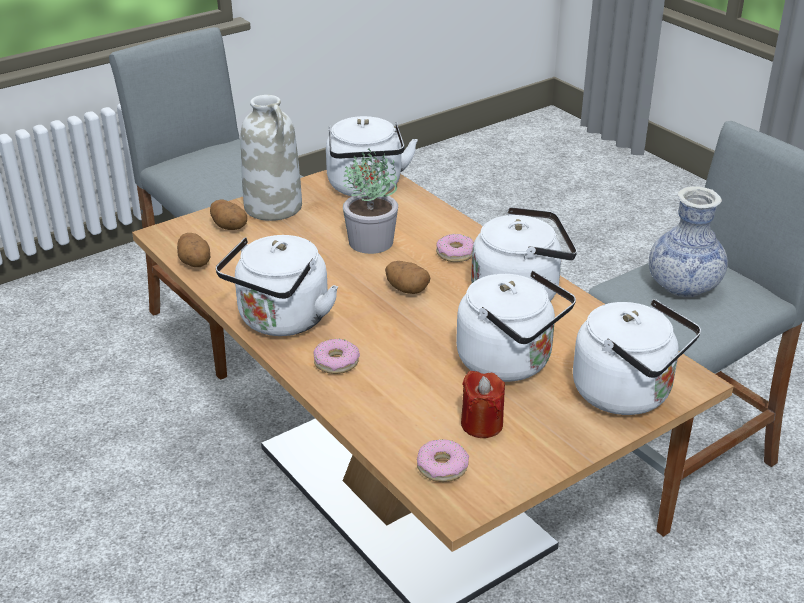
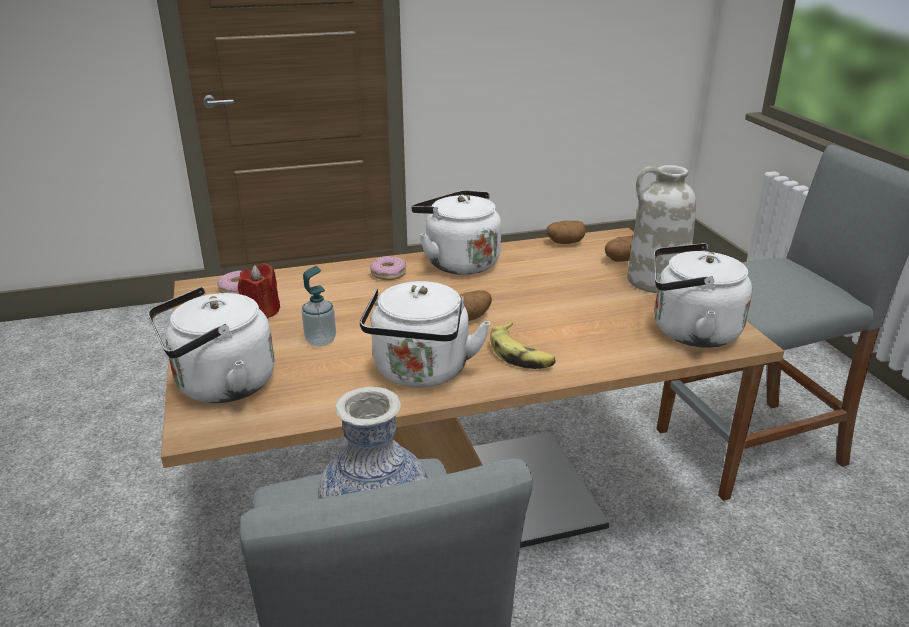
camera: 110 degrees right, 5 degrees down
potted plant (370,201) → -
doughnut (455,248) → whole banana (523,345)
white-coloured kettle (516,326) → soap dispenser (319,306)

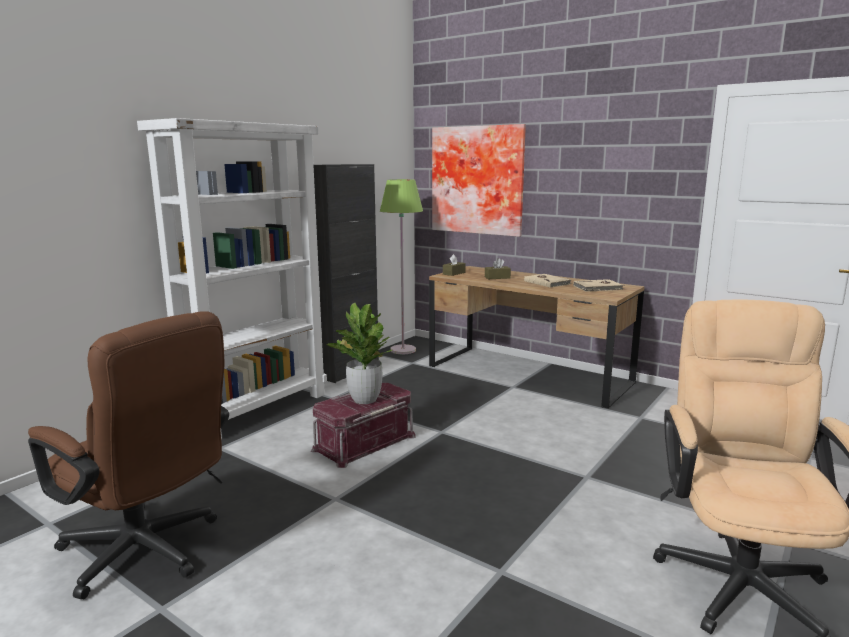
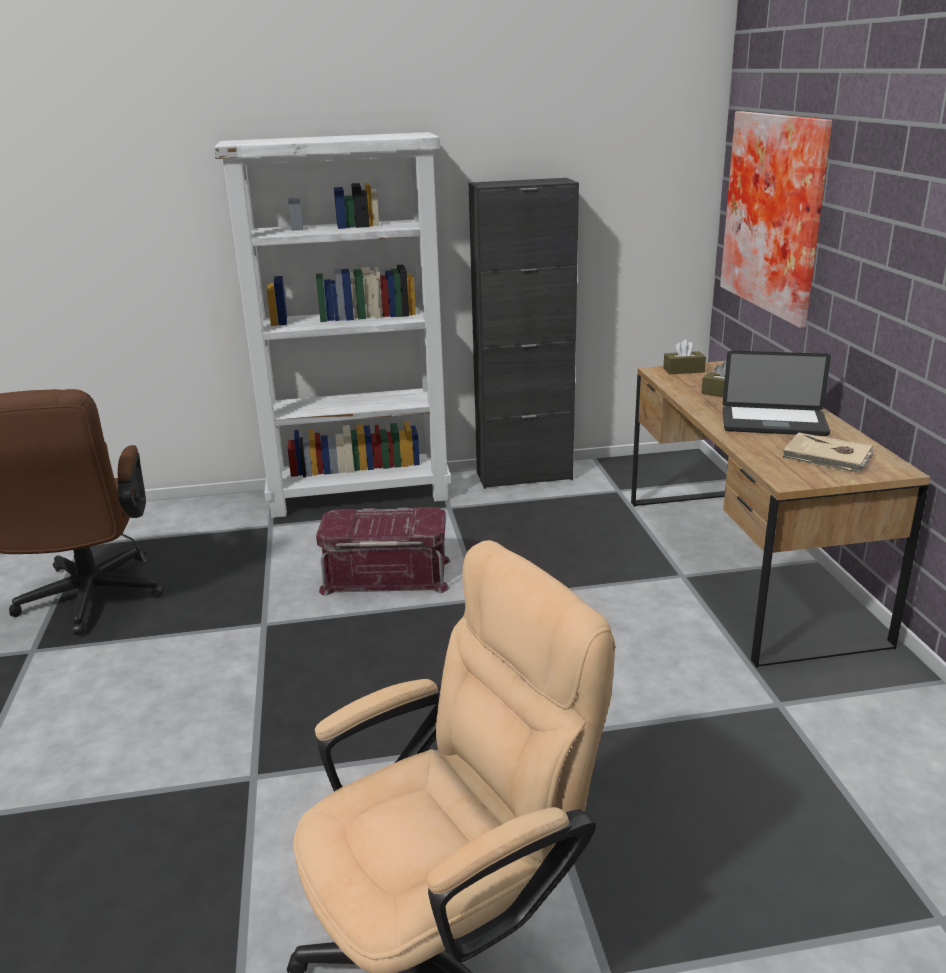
camera: 45 degrees right, 10 degrees up
potted plant (359,353) → -
green-coloured standing lamp (401,266) → -
beige-coloured bound book (547,281) → laptop (777,393)

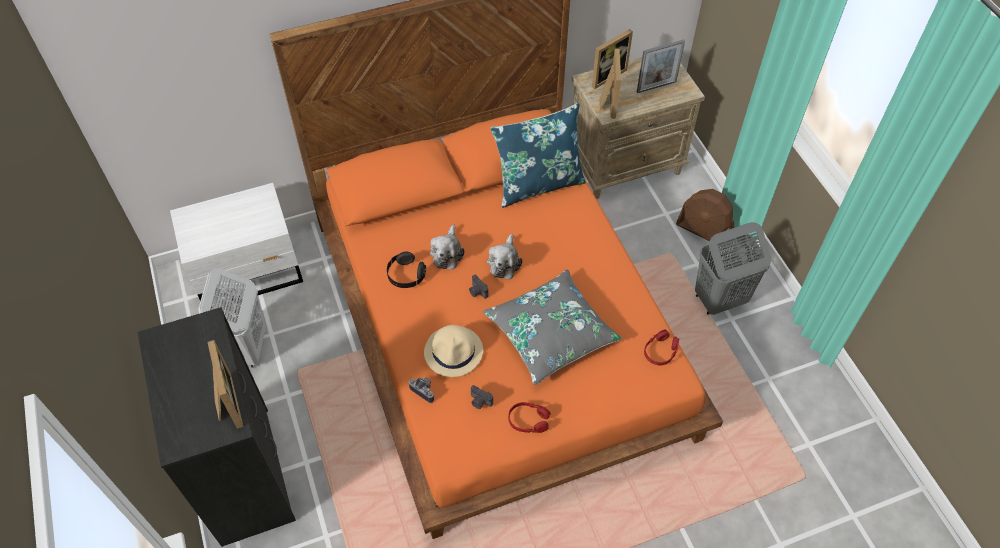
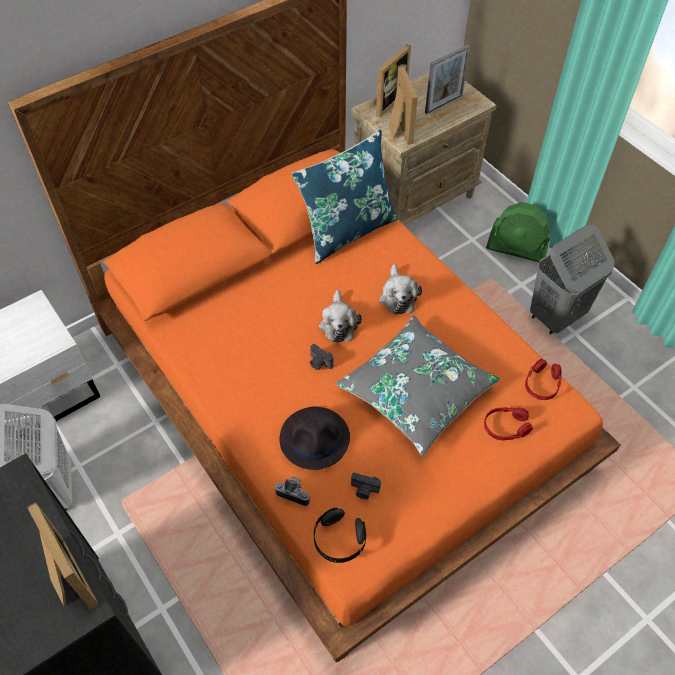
camera: 15 degrees left, 0 degrees up
black-coloured headphones (406,269) → black-coloured headphones (340,535), shifted
soft toy (447,247) → soft toy (400,289), shifted
red-coloured headphones (529,417) → red-coloured headphones (508,423), shifted
beige-coloured clothing hat (453,351) → black-coloured clothing hat (314,438)
brown electric fan (705,218) → green-coloured electric fan (518,232)

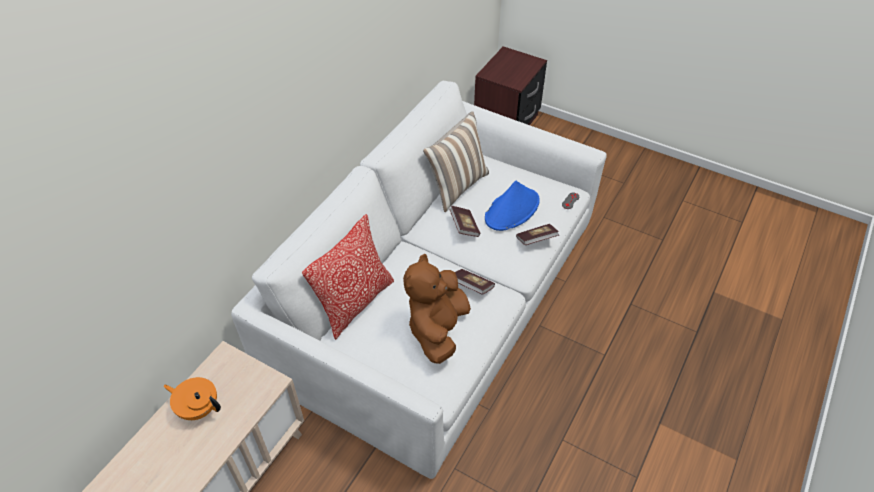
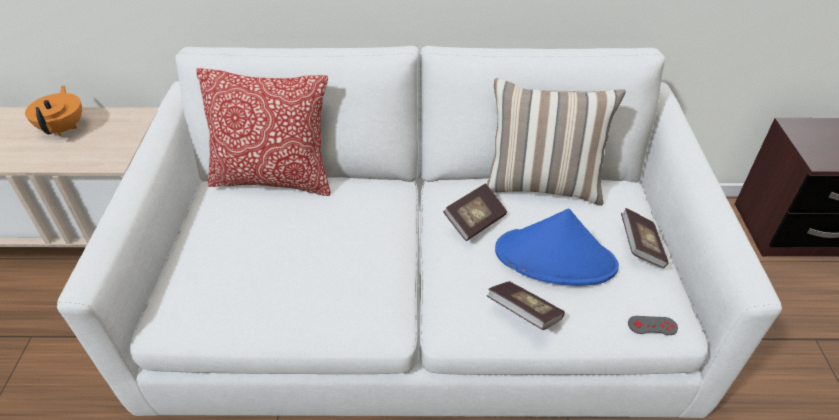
camera: 60 degrees right, 5 degrees down
brown soft toy (437,309) → -
bound book (475,282) → bound book (645,238), shifted

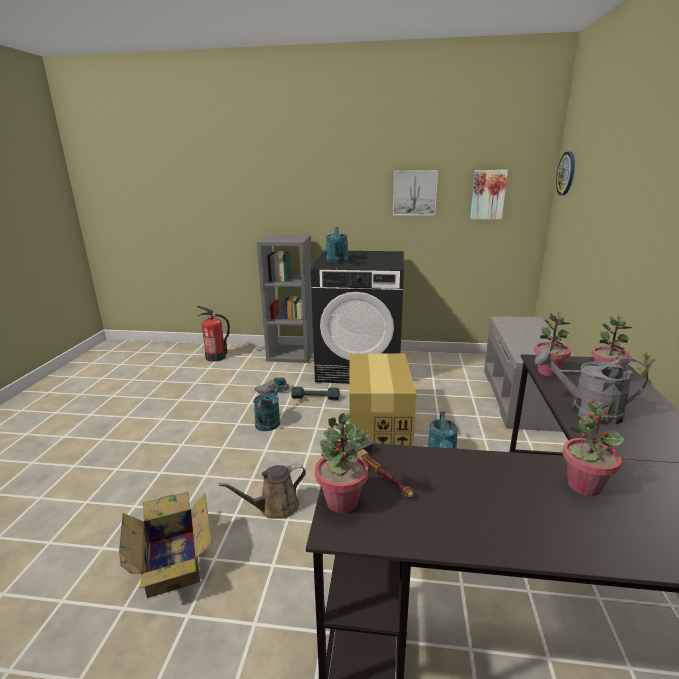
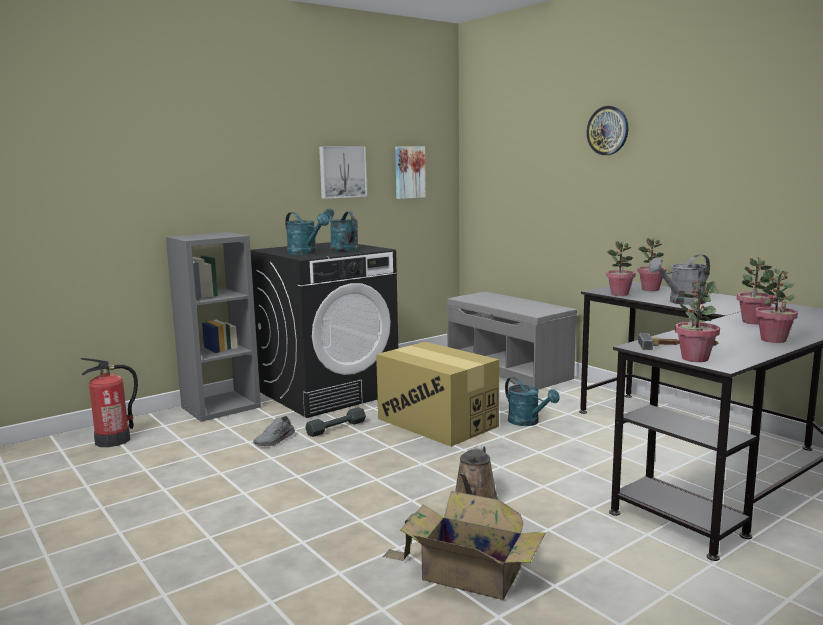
camera: 45 degrees left, 10 degrees down
- → potted plant (776,305)
turquoise-coloured watering can (269,404) → turquoise-coloured watering can (341,230), shifted
wall clock (565,173) → wall clock (608,130), shifted

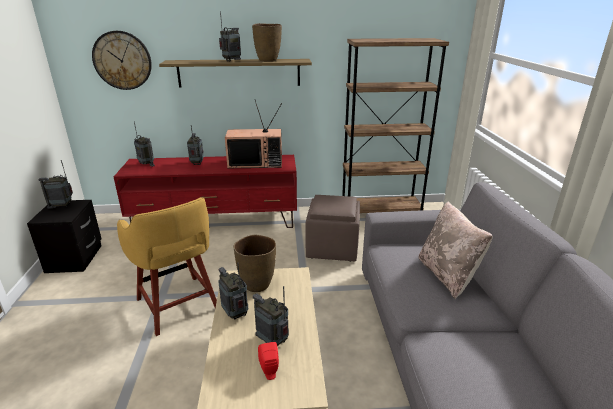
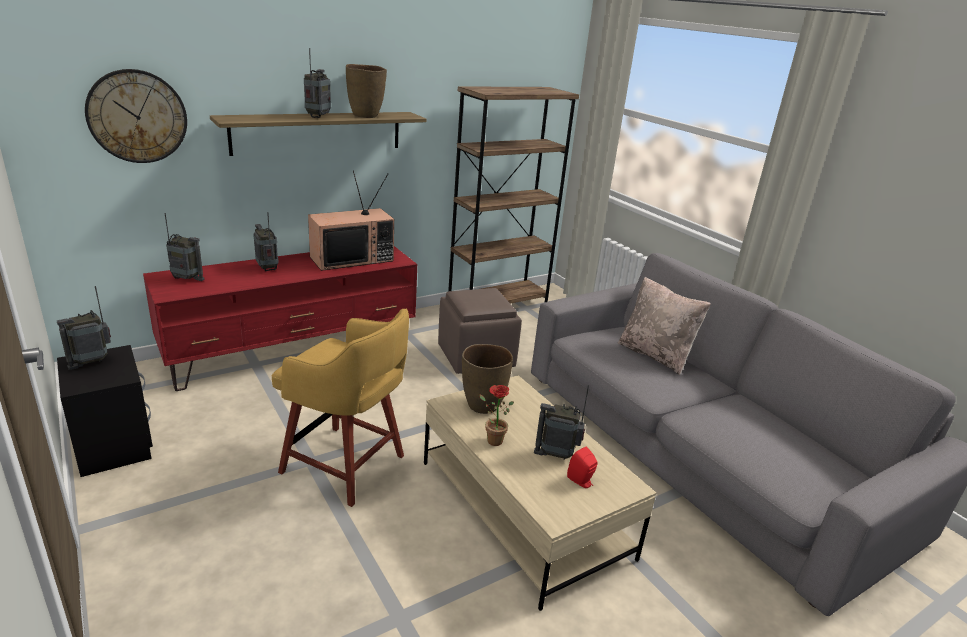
camera: 30 degrees left, 0 degrees up
radio set (233,291) → potted plant (496,415)

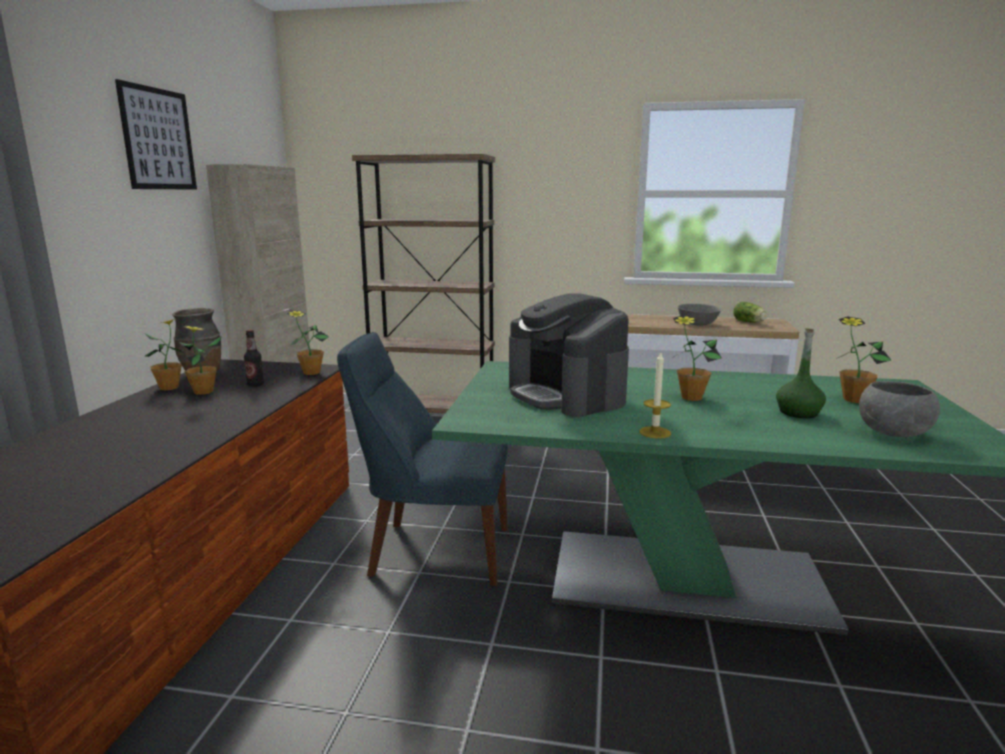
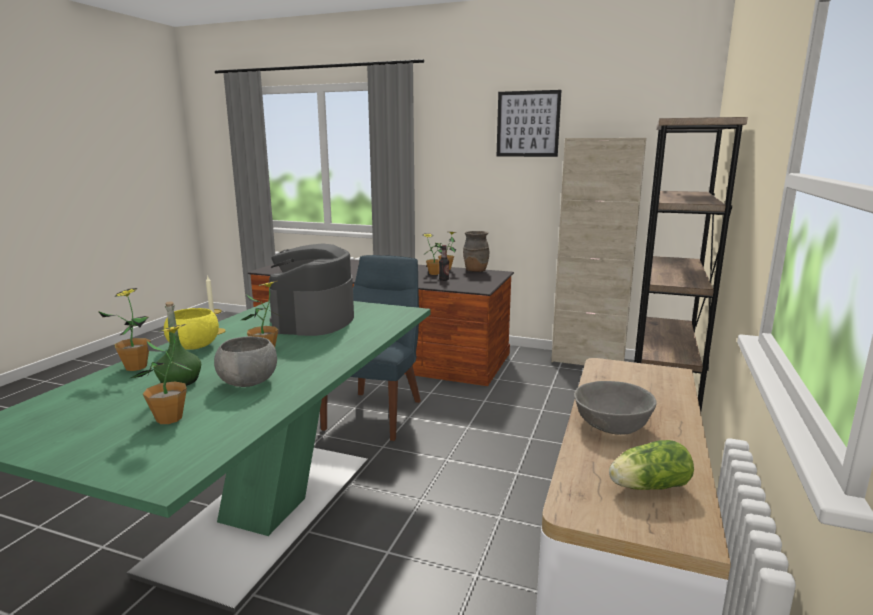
camera: 100 degrees right, 0 degrees up
- → yellow-coloured serving bowl (191,329)
potted plant (308,343) → potted plant (124,329), shifted
grey serving bowl (899,409) → grey serving bowl (245,361), shifted
coffee brewer (569,355) → coffee brewer (311,289), 60 degrees counterclockwise

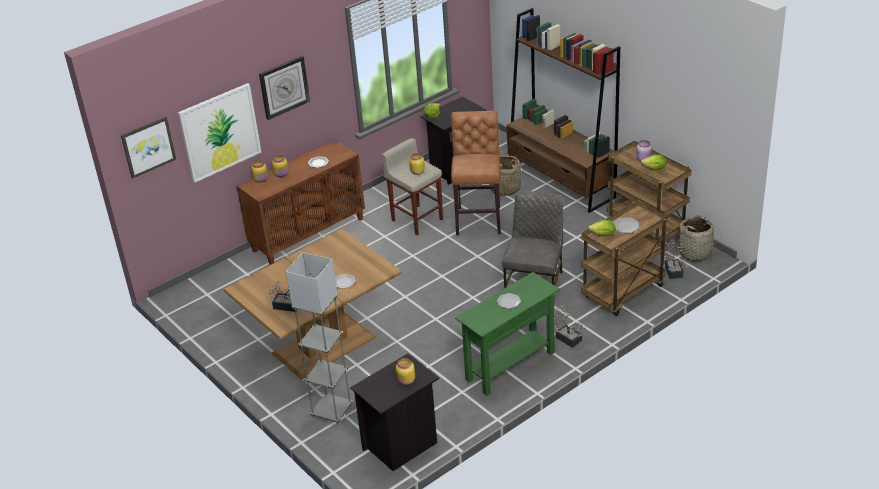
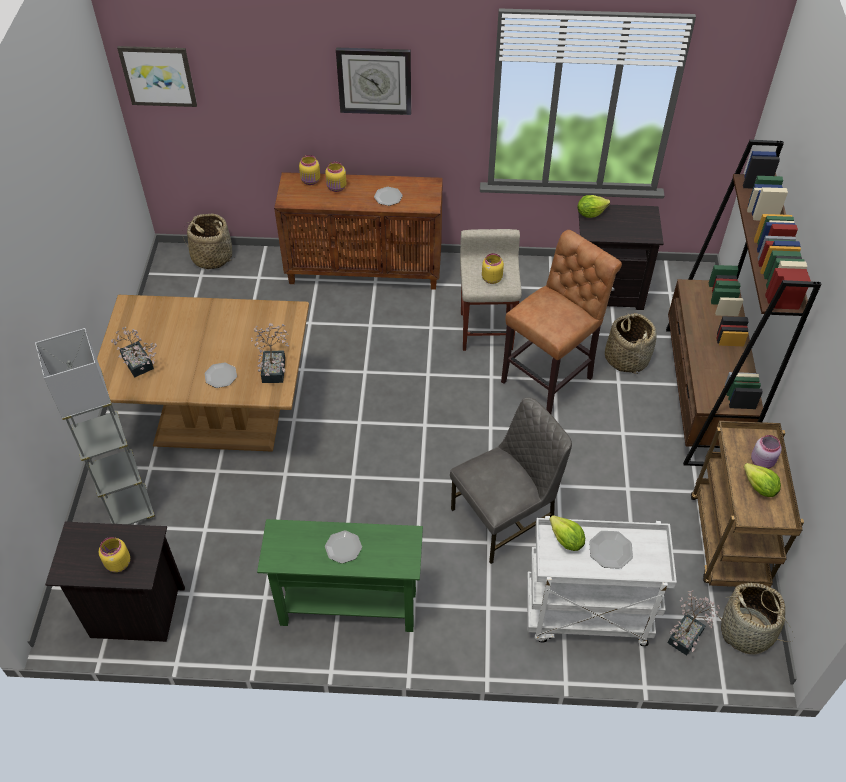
camera: 40 degrees right, 15 degrees up
picture (220,133) → -
- → household basket (209,241)
potted plant (570,326) → potted plant (270,353), shifted
brown wheeled cart (624,258) → white-coloured wheeled cart (602,581)

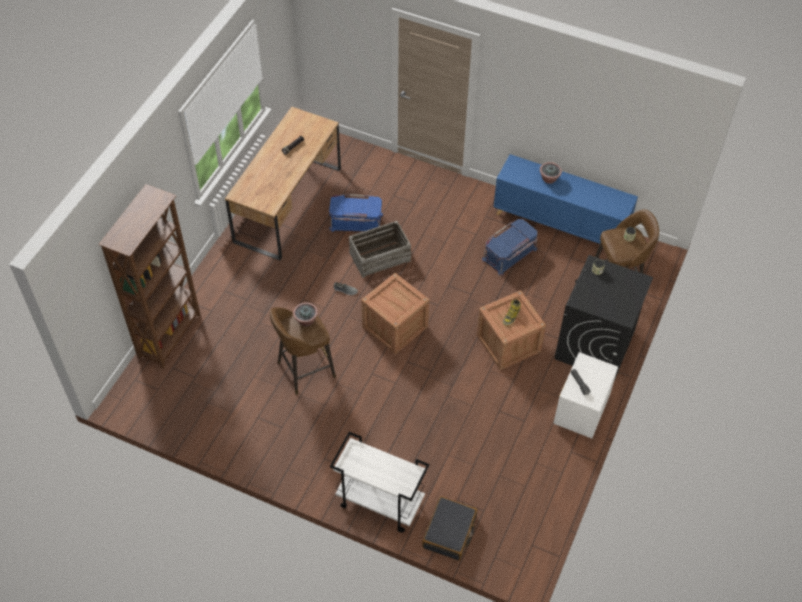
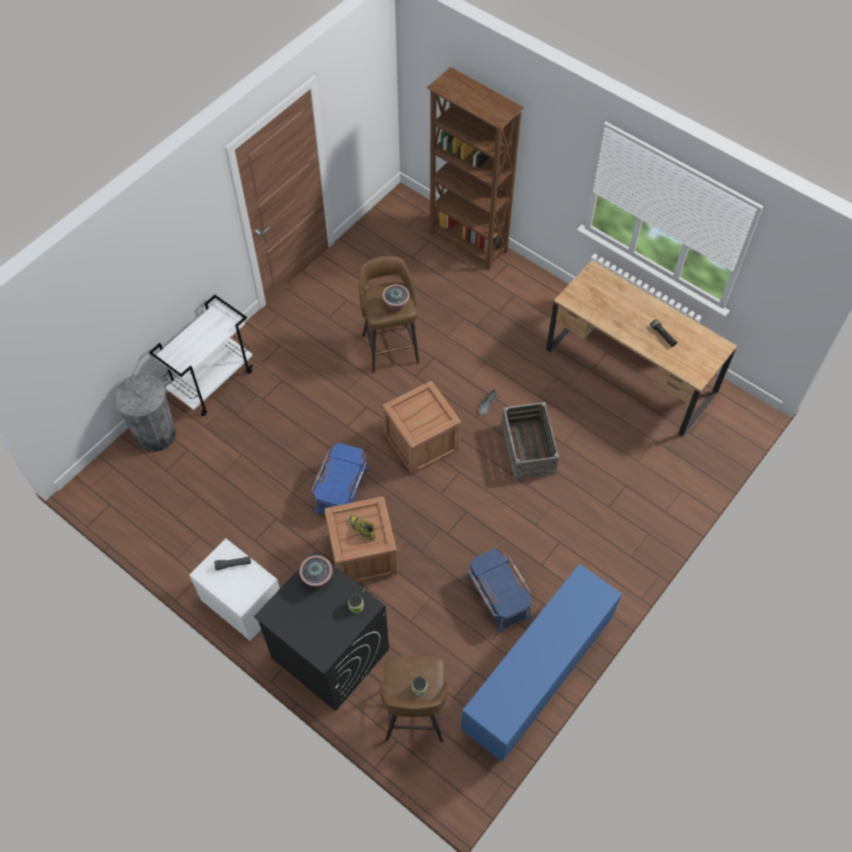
camera: 105 degrees right, 5 degrees up
blue-coloured storage bin (356,213) → blue-coloured storage bin (340,478), shifted
potted plant (551,173) → potted plant (316,571), shifted
black-coloured travel case (449,528) → grey trash can (145,413)

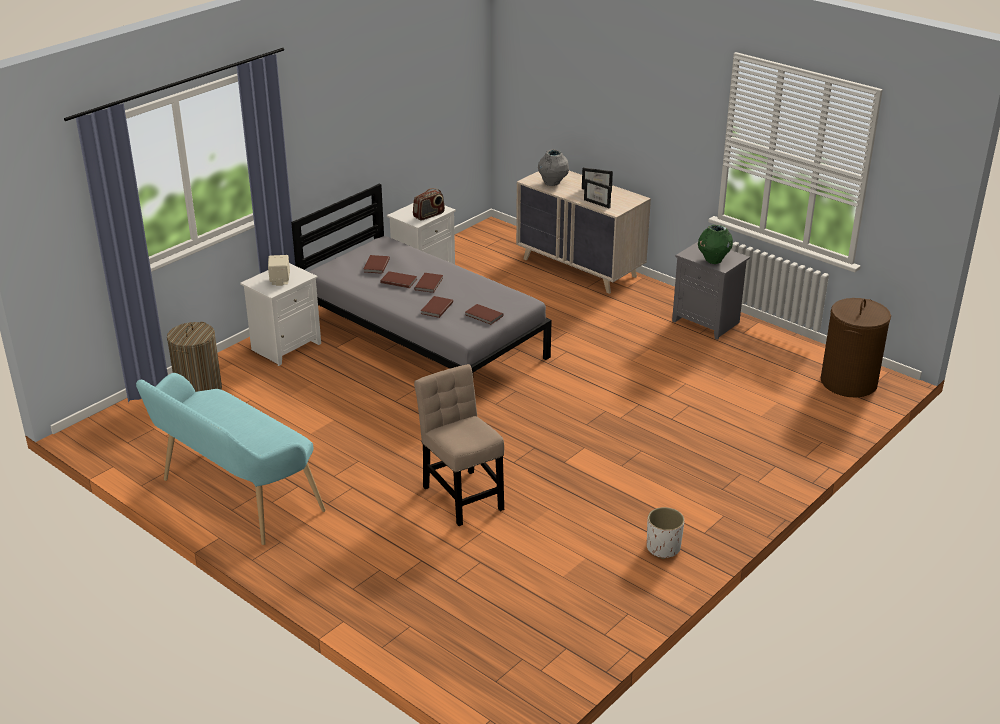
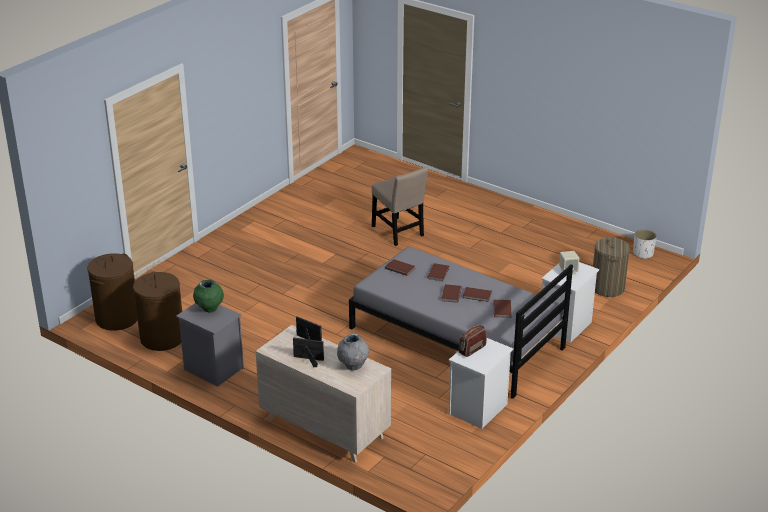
camera: 175 degrees right, 0 degrees up
turquoise-coloured long seat (231,459) → -
- → brown washing basket (157,311)
white-coloured plant pot (666,533) → white-coloured plant pot (645,244), shifted

